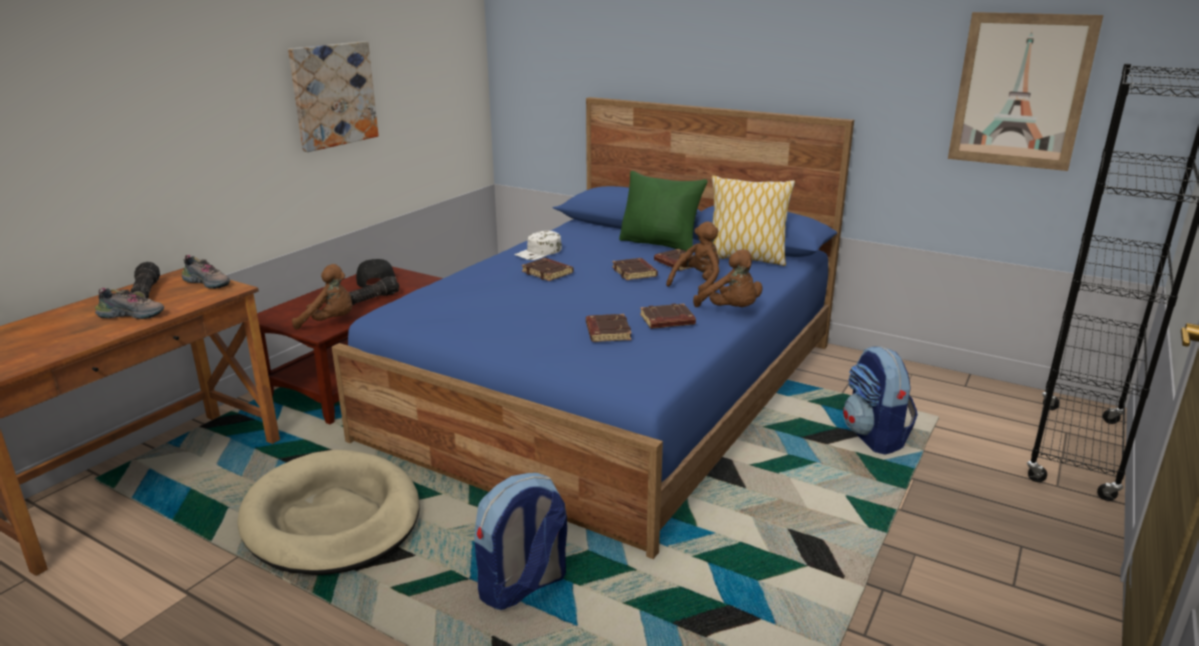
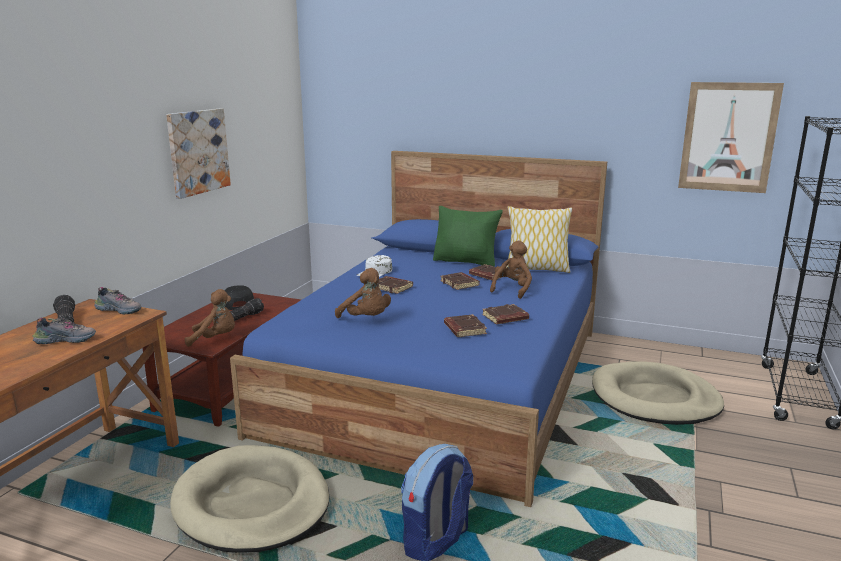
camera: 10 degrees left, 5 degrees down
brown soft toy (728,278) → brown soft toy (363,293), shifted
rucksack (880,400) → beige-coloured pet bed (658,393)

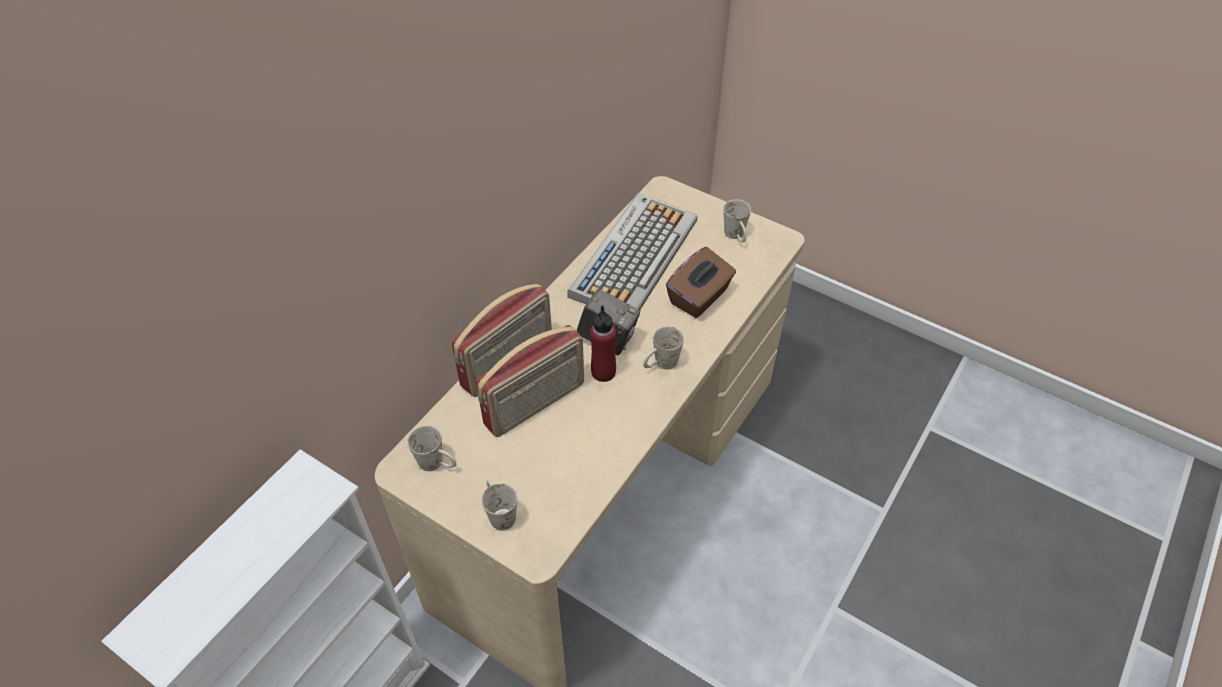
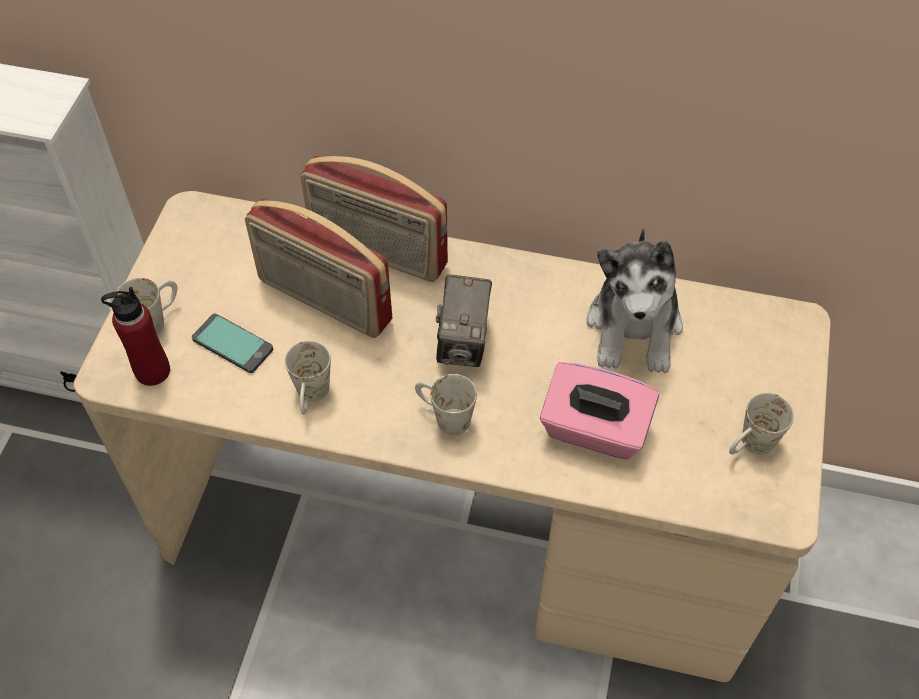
camera: 70 degrees right, 5 degrees up
- → handset (232,343)
white-coloured coffee mug (432,448) → white-coloured coffee mug (308,378), shifted
red-coloured drink bottle (603,343) → red-coloured drink bottle (135,336), shifted
keyboard (632,251) → soft toy (635,300)
brown tissue holder (701,282) → pinkish tissue holder (599,411)

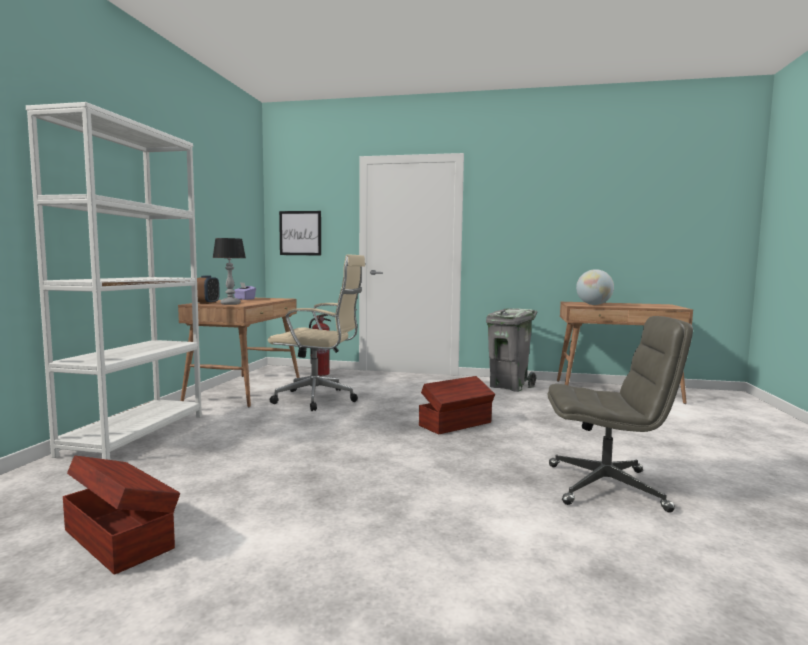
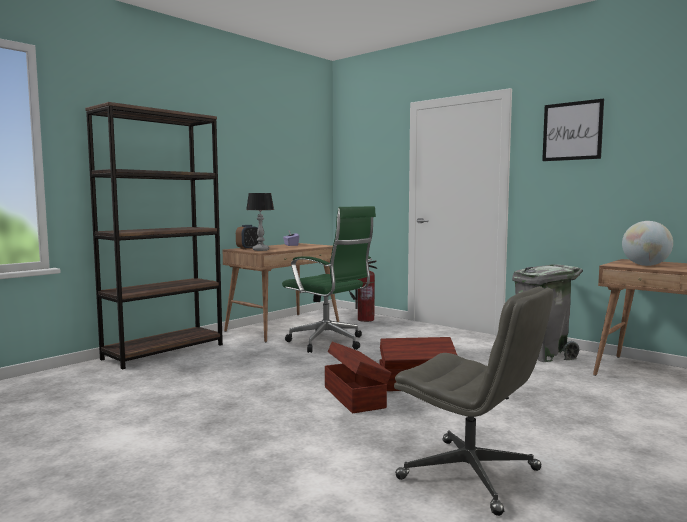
camera: 30 degrees right, 0 degrees up
brown storage bin (121,515) → brown storage bin (358,377), shifted
picture (300,233) → picture (573,129), shifted
white-coloured shelving unit (114,281) → brown shelving unit (154,236)
beige-coloured office chair (316,332) → green-coloured office chair (329,279)

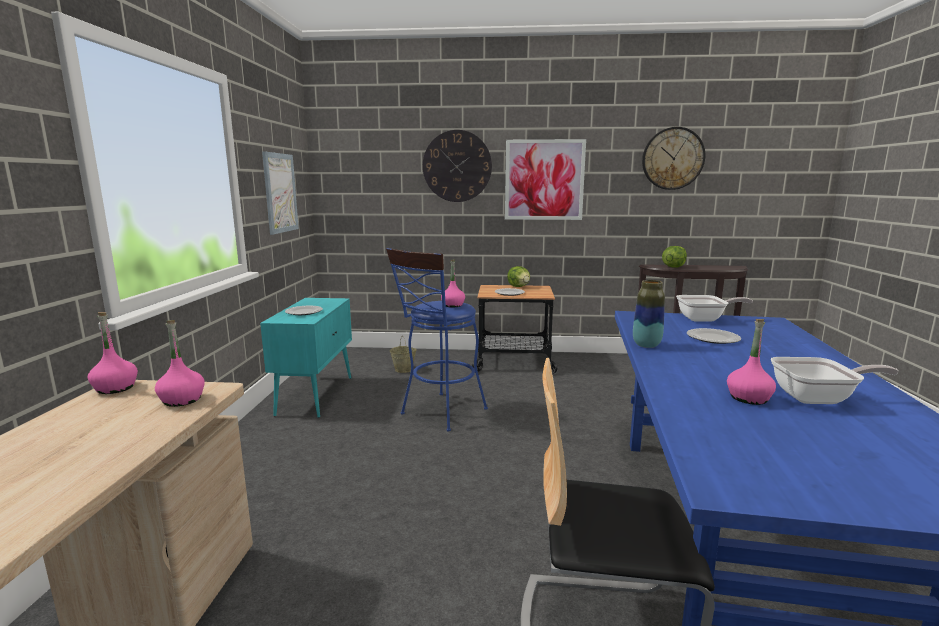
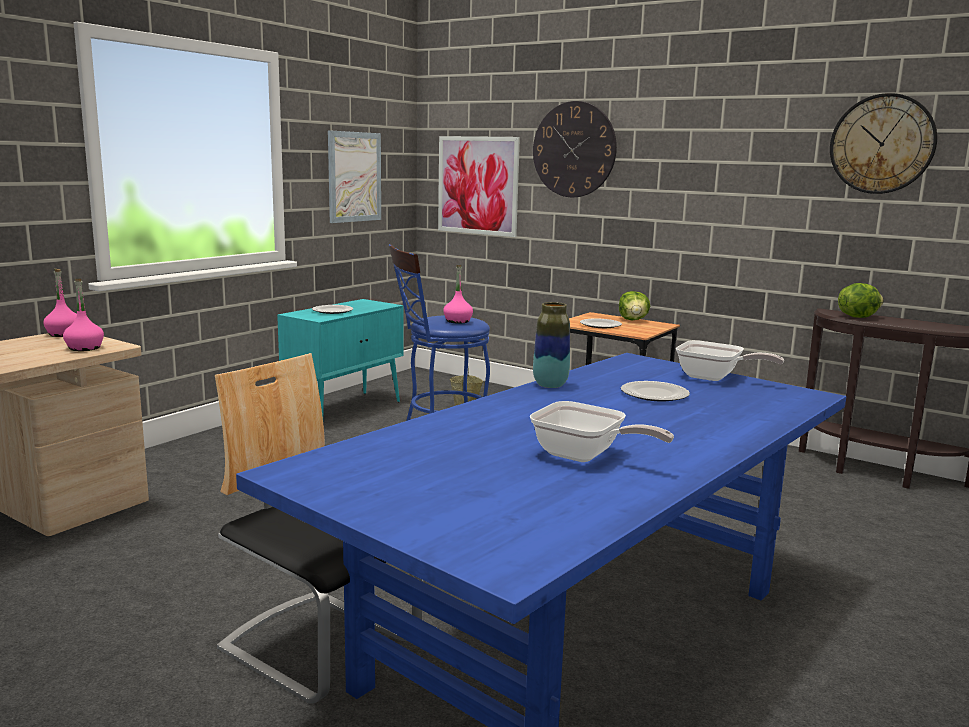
camera: 30 degrees right, 0 degrees up
pinkish drink bottle (751,362) → -
picture (545,179) → picture (479,186), shifted

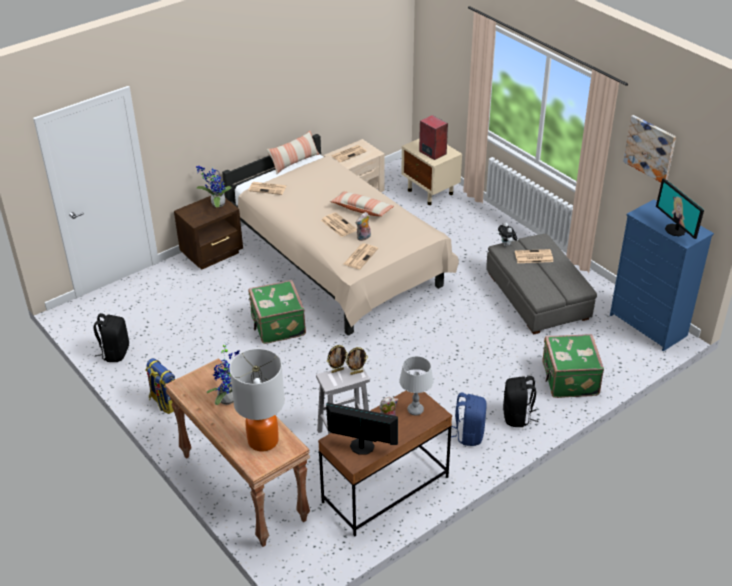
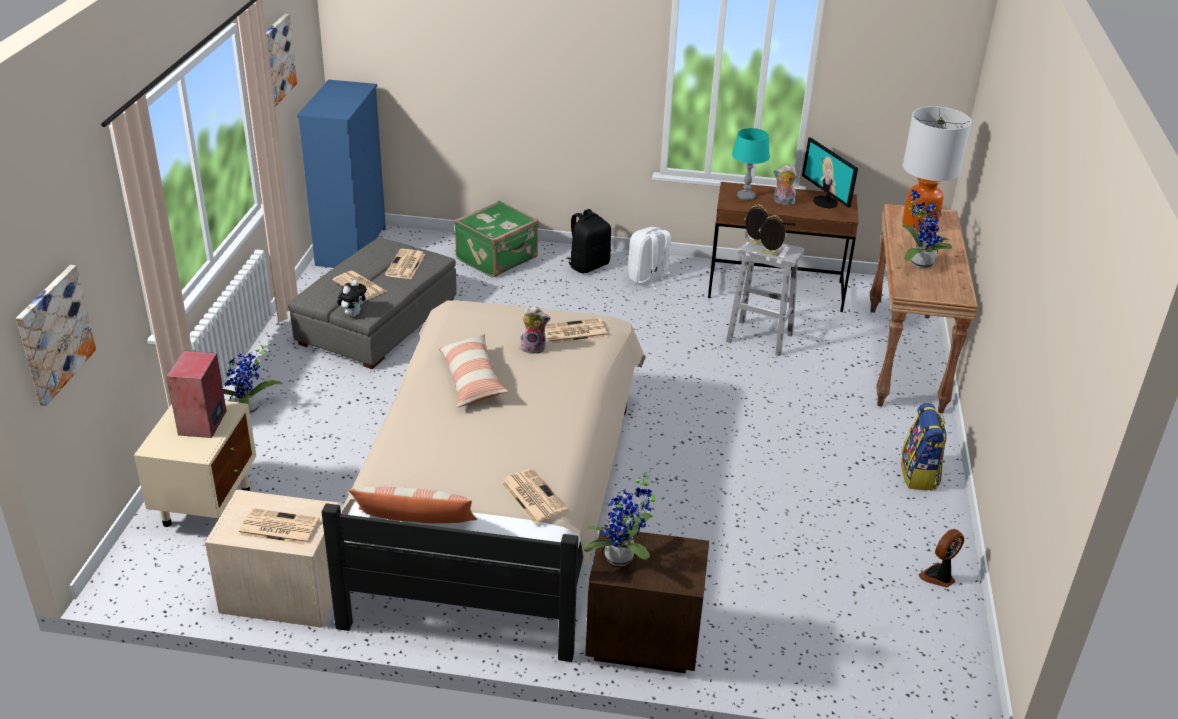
camera: 135 degrees left, 5 degrees down
green-coloured travel case (277,312) → -
computer screen (680,208) → -
- → picture (56,335)
- → potted plant (253,379)
daily paper (339,224) → daily paper (405,264), shifted
black-coloured rucksack (111,337) → electric fan (941,558)
grey table lamp (416,386) → turquoise-coloured table lamp (751,164)
blue-coloured rucksack (468,419) → white-coloured rucksack (649,258)

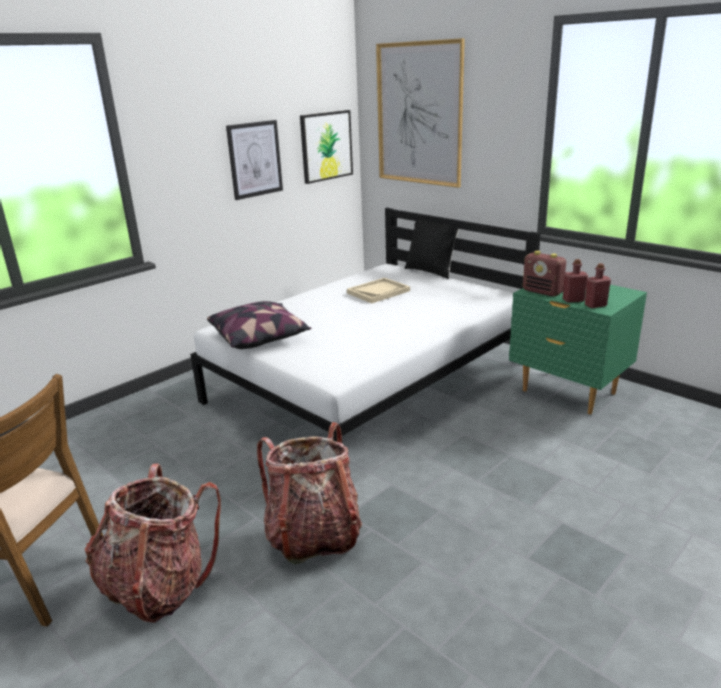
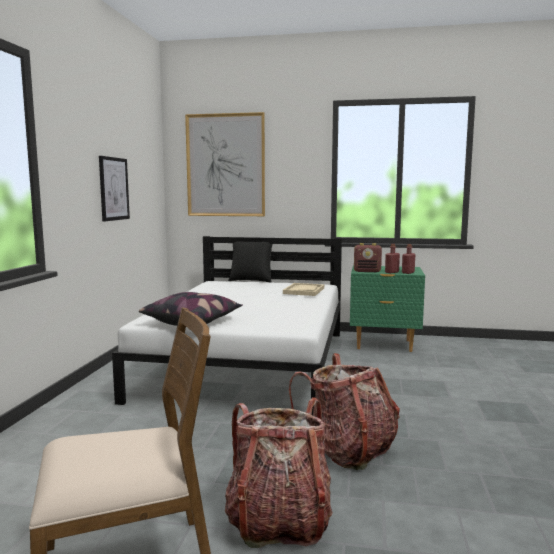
camera: 35 degrees left, 15 degrees down
picture (326,147) → -
beige-coloured carrying tray (378,290) → beige-coloured carrying tray (303,289), shifted

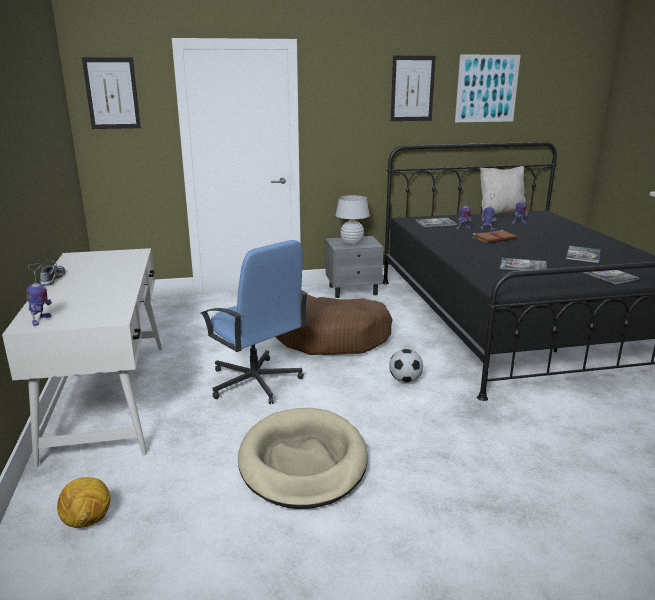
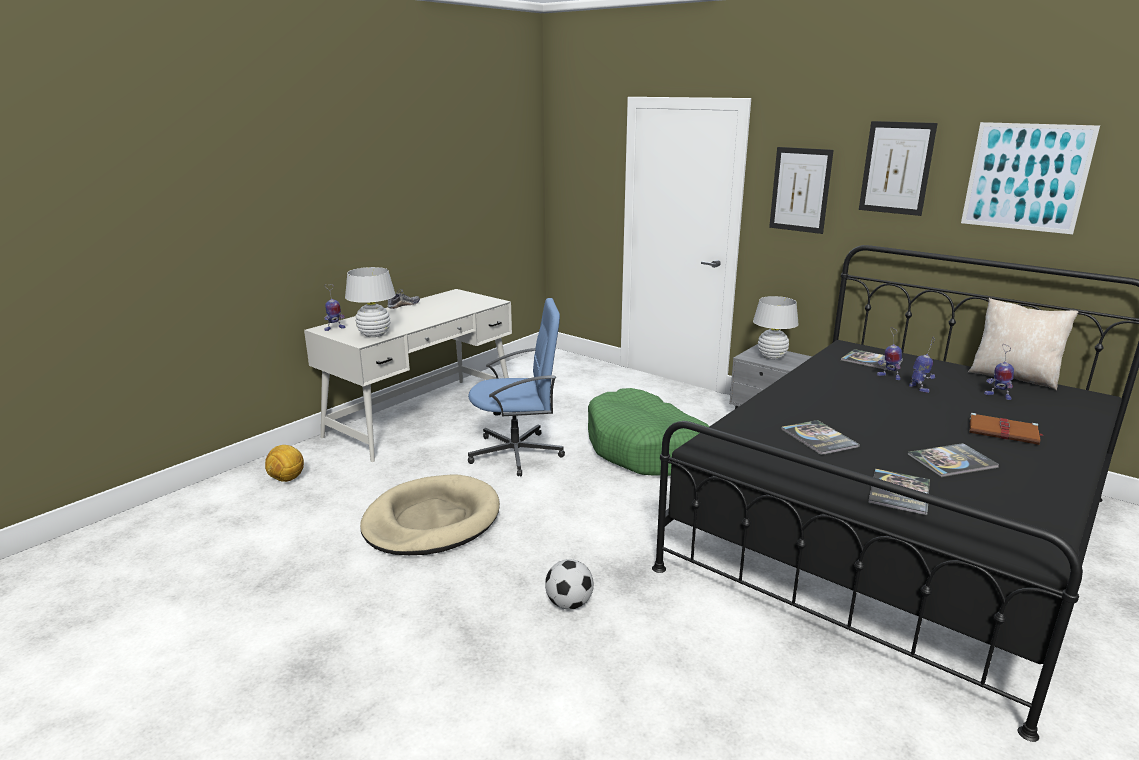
camera: 50 degrees right, 0 degrees up
- → white-coloured table lamp (370,302)
picture (111,93) → picture (801,190), shifted
football ball (406,366) → football ball (569,584), shifted
brown bound book (495,236) → brown bound book (1006,429), shifted
brown pet bed (334,325) → green-coloured pet bed (648,432)
blue-coloured office chair (254,322) → blue-coloured office chair (516,387), 105 degrees counterclockwise

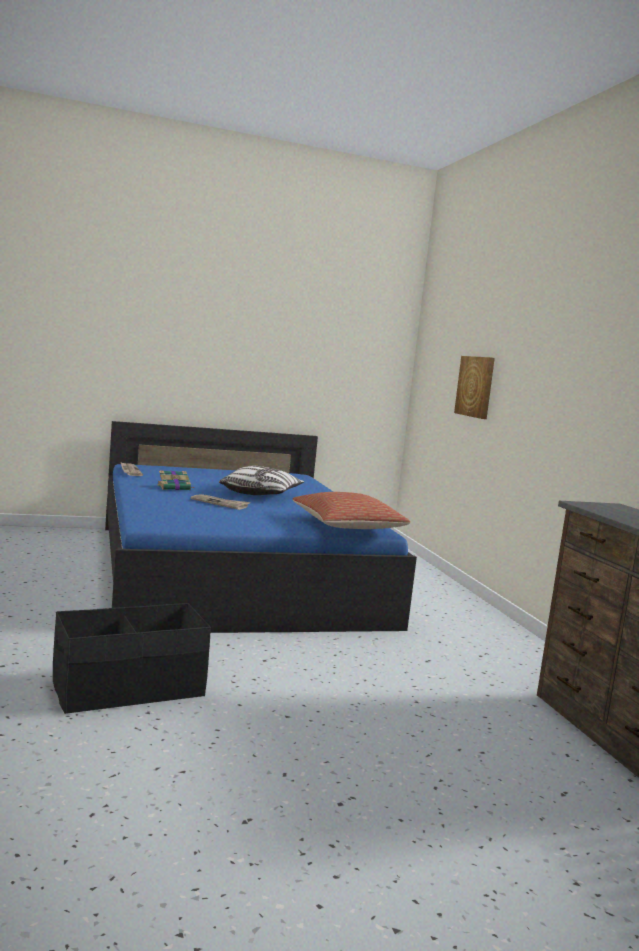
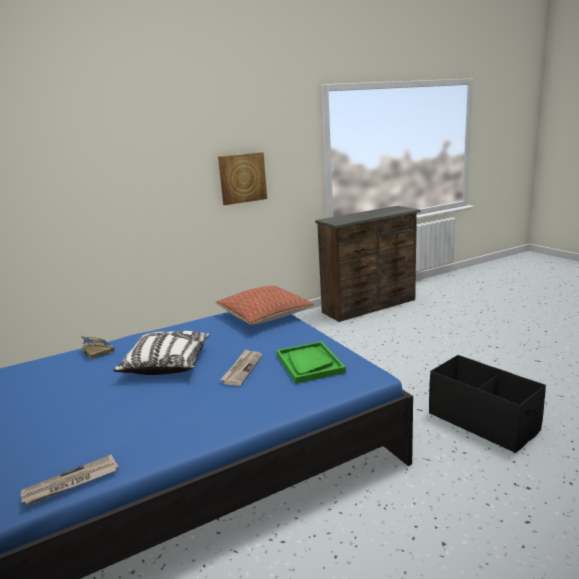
camera: 100 degrees left, 10 degrees up
- → green-coloured carrying tray (311,362)
bound book (175,480) → bound book (97,348), shifted
picture (474,387) → picture (242,178), shifted

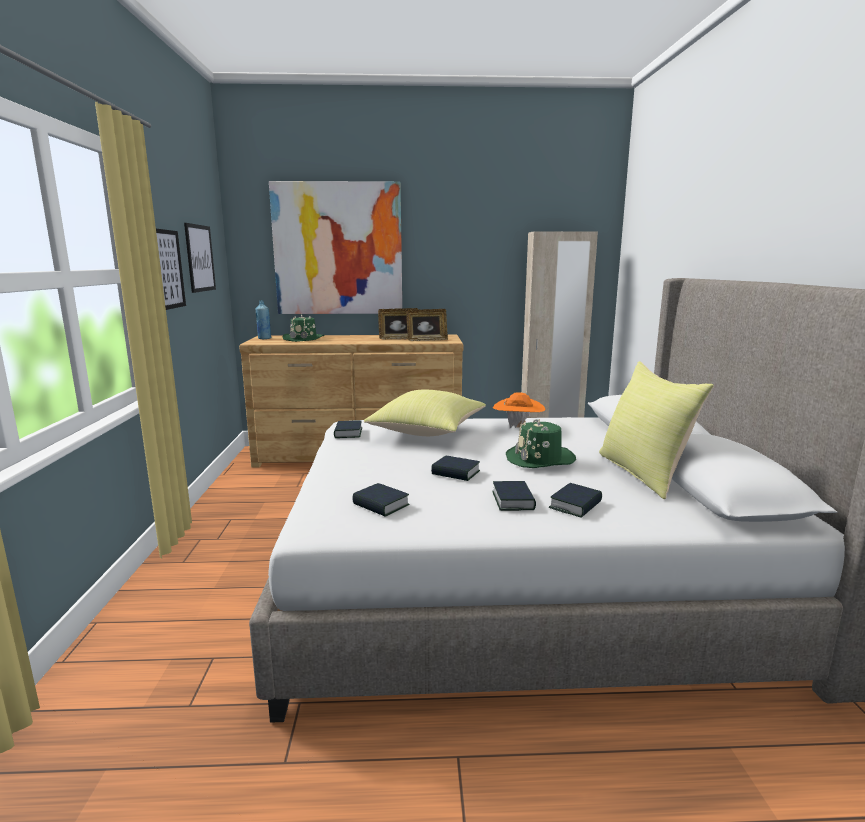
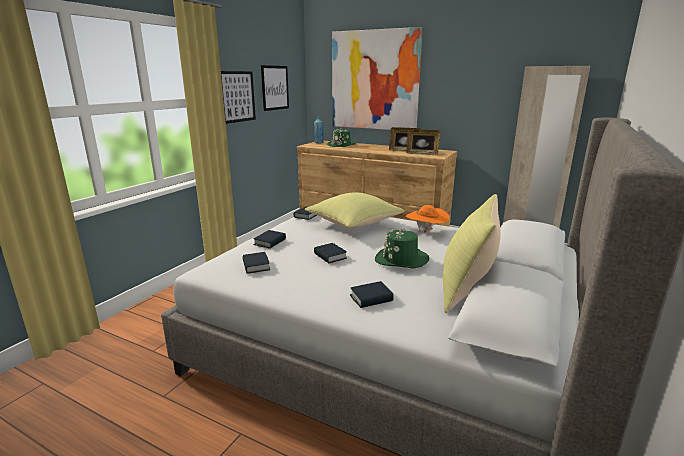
camera: 30 degrees right, 5 degrees up
bound book (514,496) → bound book (269,239), shifted

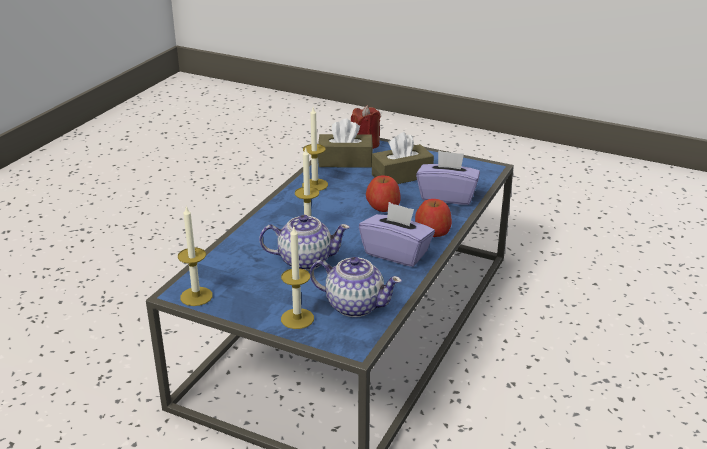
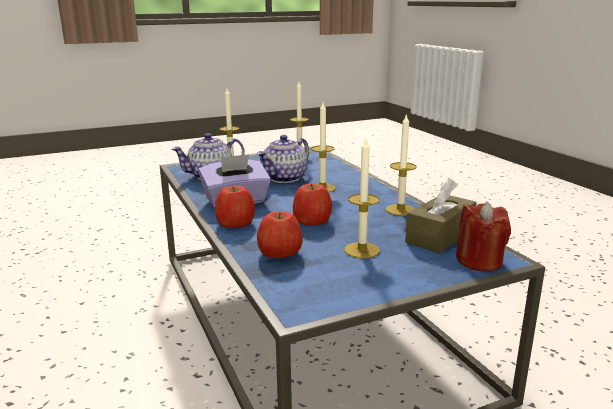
camera: 130 degrees right, 10 degrees down
brown tissue holder (403,158) → candle (362,198)
purple tissue holder (448,177) → apple fruit (280,234)

